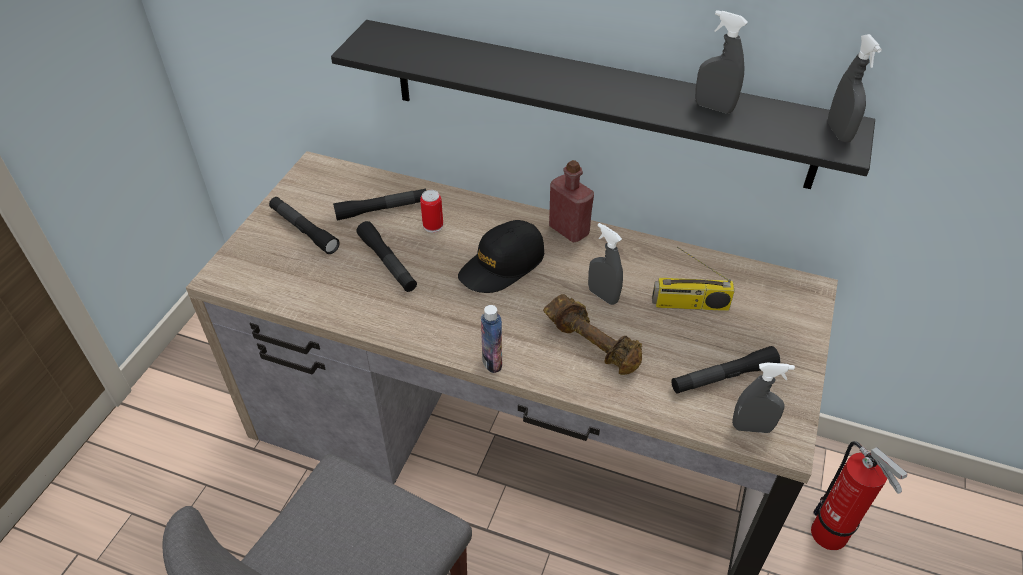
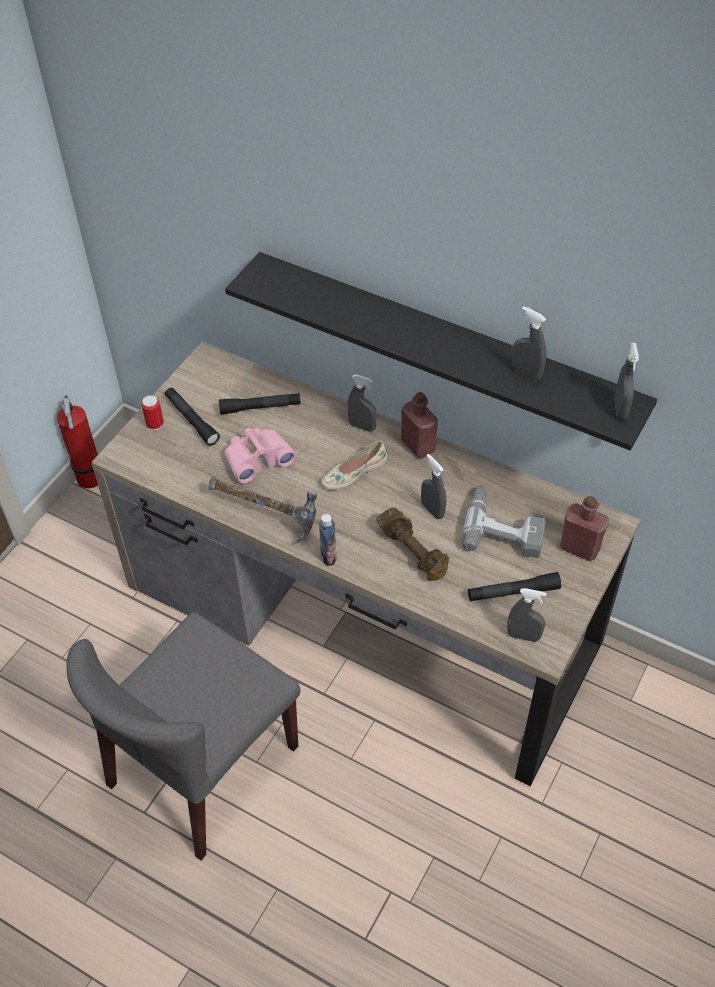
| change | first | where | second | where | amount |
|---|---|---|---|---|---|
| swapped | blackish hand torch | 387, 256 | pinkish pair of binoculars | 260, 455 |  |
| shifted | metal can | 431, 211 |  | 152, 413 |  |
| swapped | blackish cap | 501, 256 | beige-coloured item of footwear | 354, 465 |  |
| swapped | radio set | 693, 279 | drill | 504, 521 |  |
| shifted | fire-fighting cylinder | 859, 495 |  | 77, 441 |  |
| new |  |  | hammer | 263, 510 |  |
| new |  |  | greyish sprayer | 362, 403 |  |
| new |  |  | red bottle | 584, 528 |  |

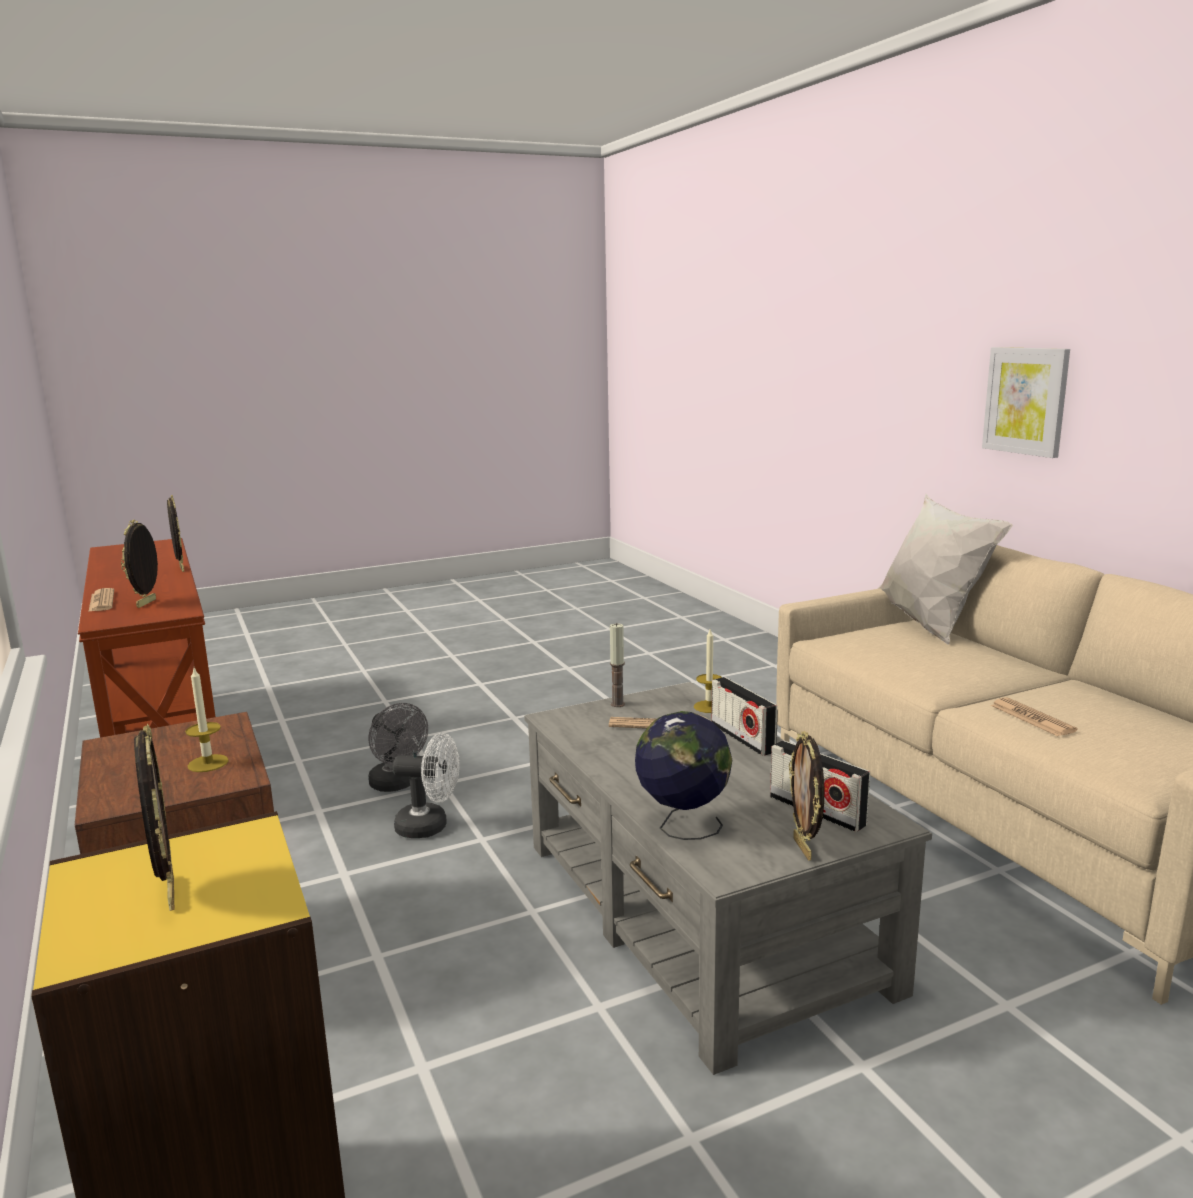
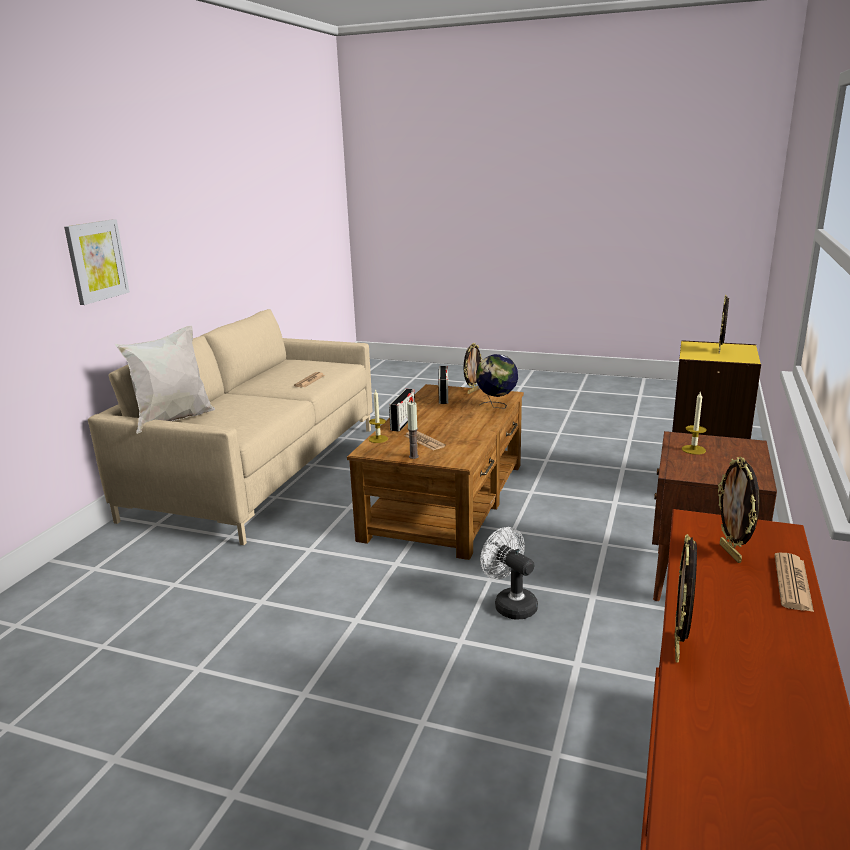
| change | first | where | second | where | amount |
|---|---|---|---|---|---|
| rotated | picture frame | 139, 564 |  | 739, 509 | 120 degrees clockwise |
| gone | greyish fan | 398, 747 |  |  |  |
| repainted | greyish coffee table | 728, 878 | brown-coloured coffee table | 435, 472 |  |

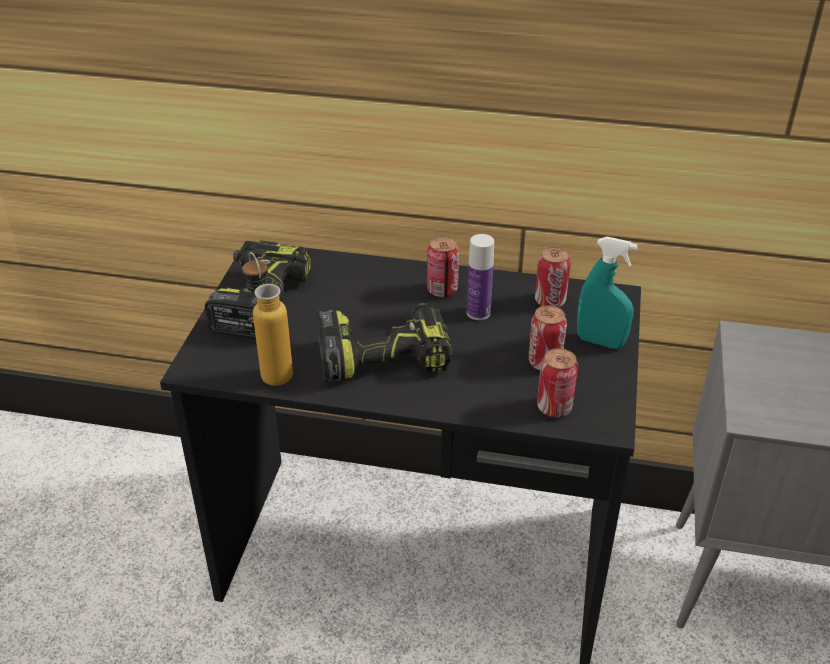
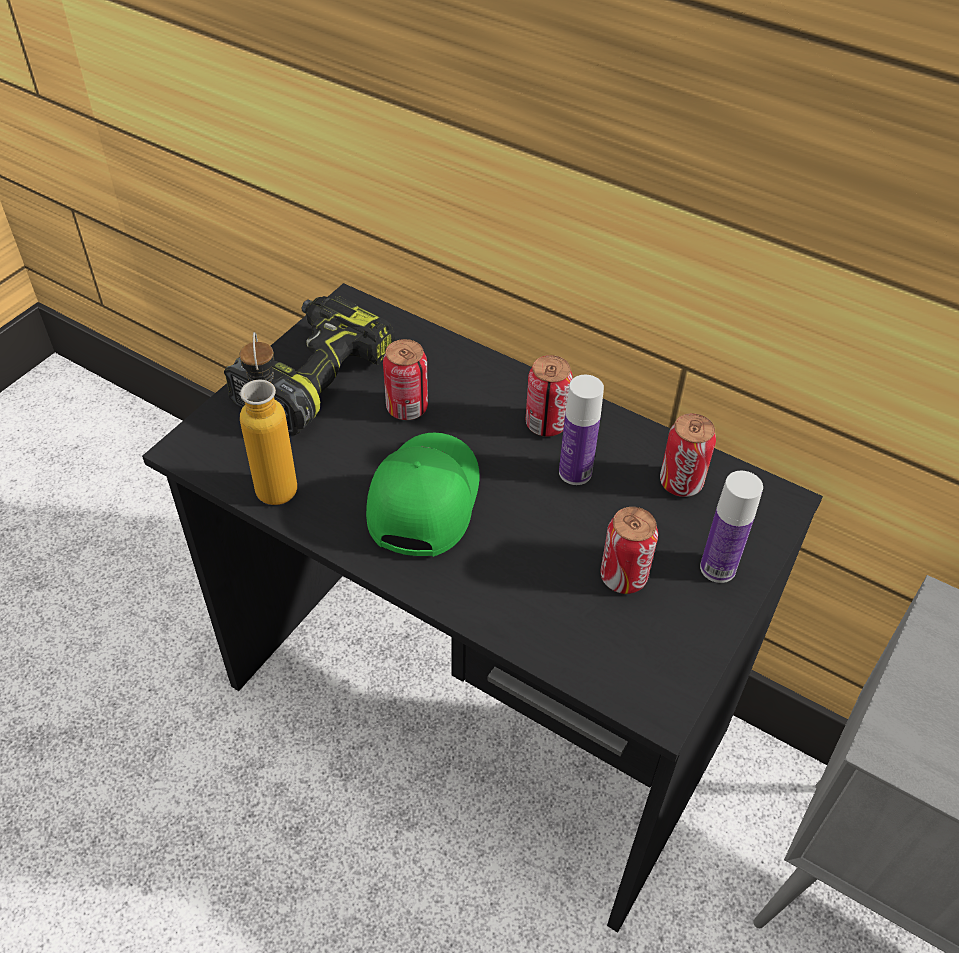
| change | first | where | second | where | amount |
|---|---|---|---|---|---|
| swapped | drill | 384, 342 | green-coloured cap | 423, 495 |  |
| shifted | metal can | 557, 382 |  | 405, 379 |  |
| swapped | turquoise sprayer | 607, 293 | bottle | 731, 527 |  |

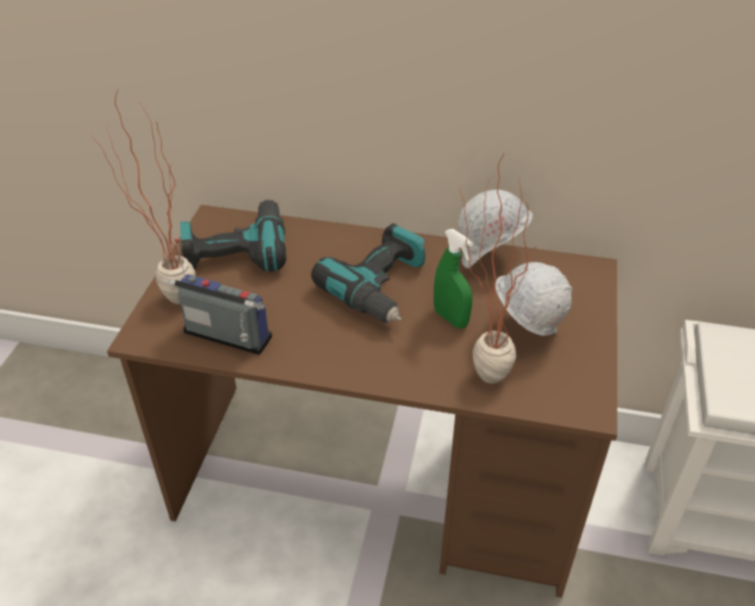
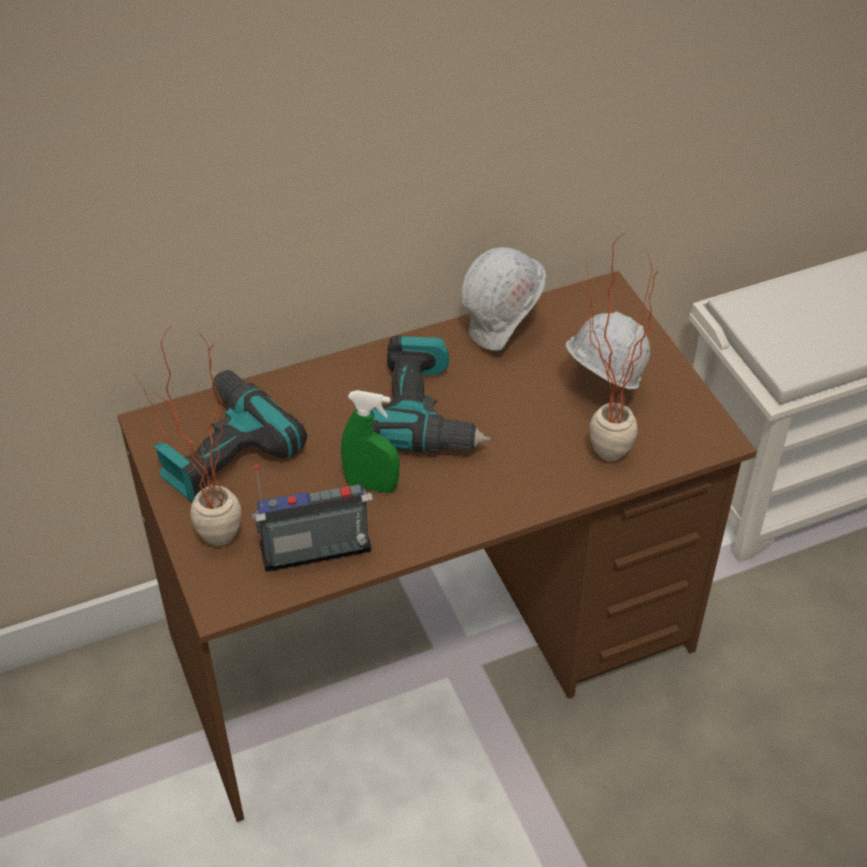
| change | first | where | second | where | amount |
|---|---|---|---|---|---|
| shifted | green-coloured sprayer | 453, 278 |  | 370, 441 |  |

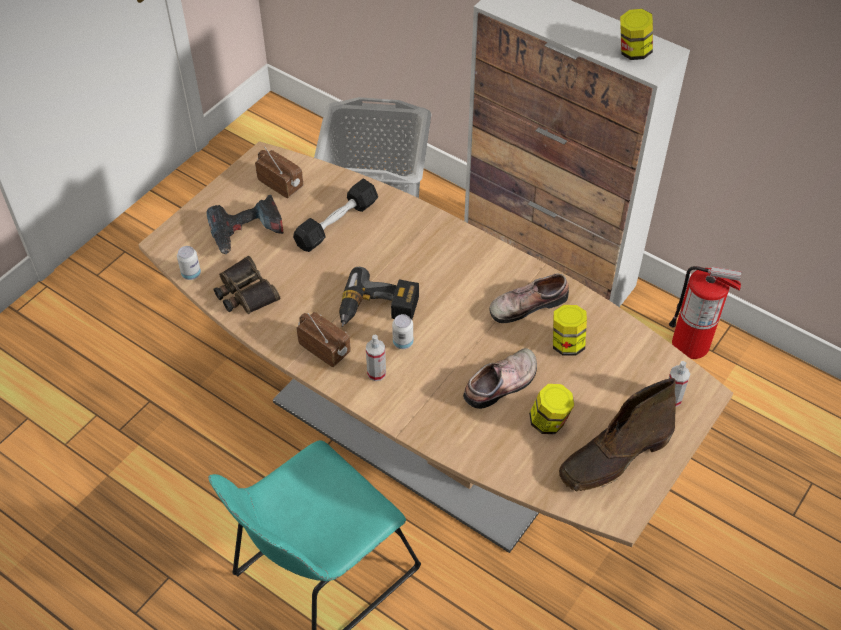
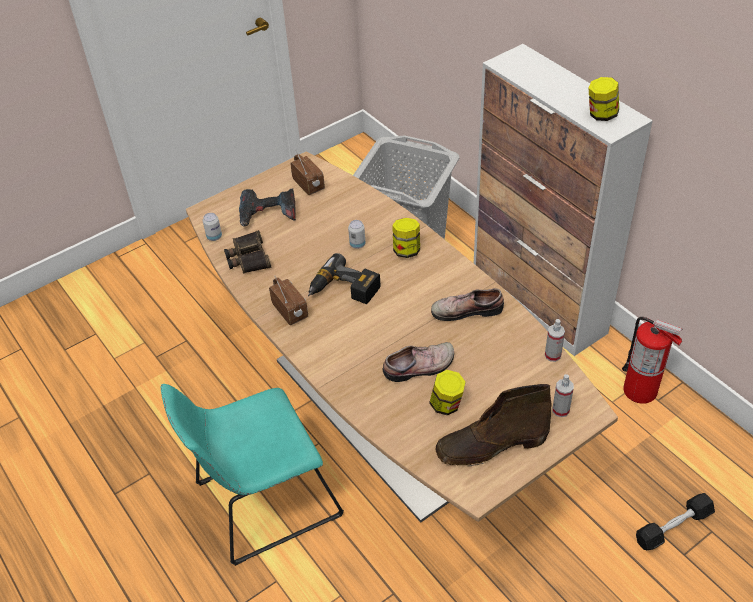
| change | first | where | second | where | amount |
|---|---|---|---|---|---|
| shifted | blackish free weight | 335, 215 |  | 675, 521 |  |
| shifted | sprayer | 376, 358 |  | 555, 340 |  |
| shifted | metal can | 402, 331 |  | 356, 234 |  |
| shifted | preserve jar | 570, 330 |  | 406, 238 |  |

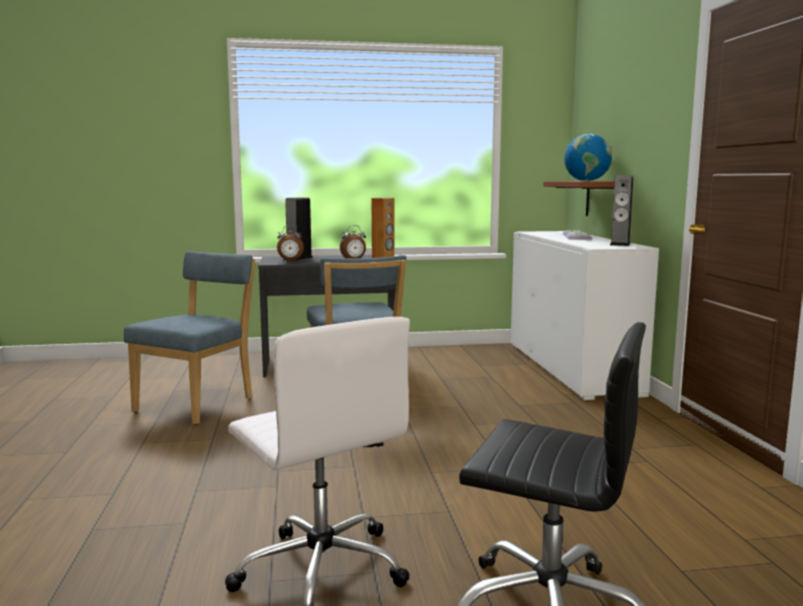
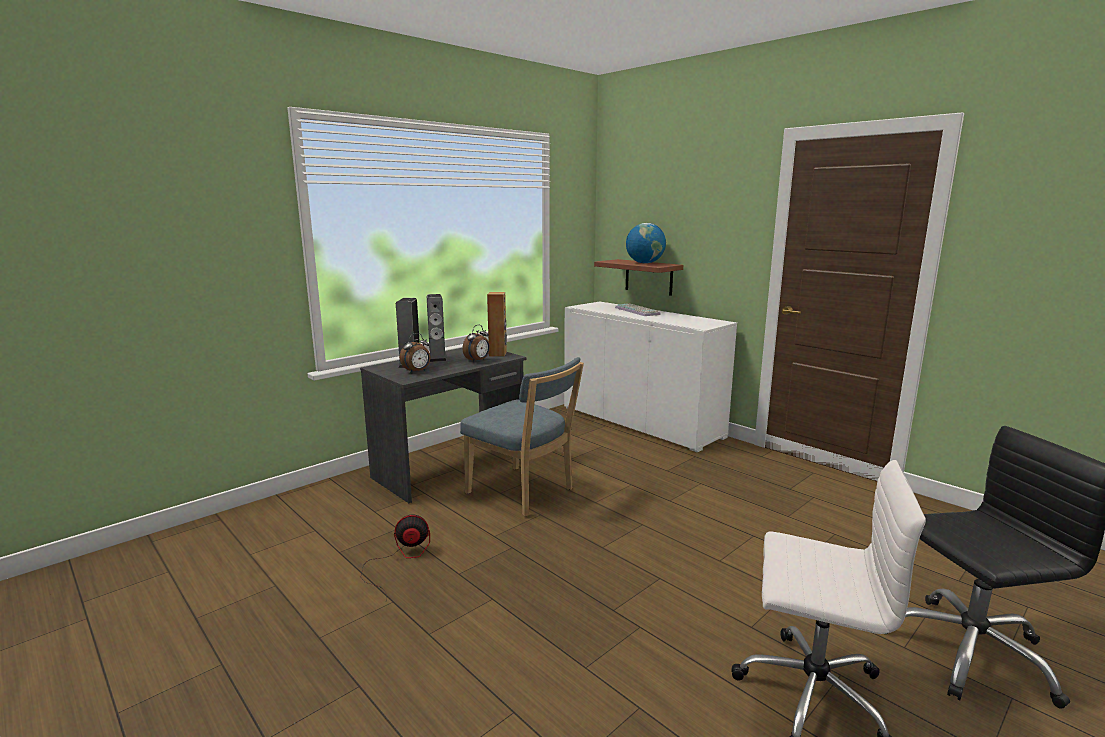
| change | first | where | second | where | amount |
|---|---|---|---|---|---|
| swapped | blue-coloured chair | 189, 338 | fan | 395, 557 |  |
| shifted | loudspeaker | 621, 210 |  | 437, 328 |  |

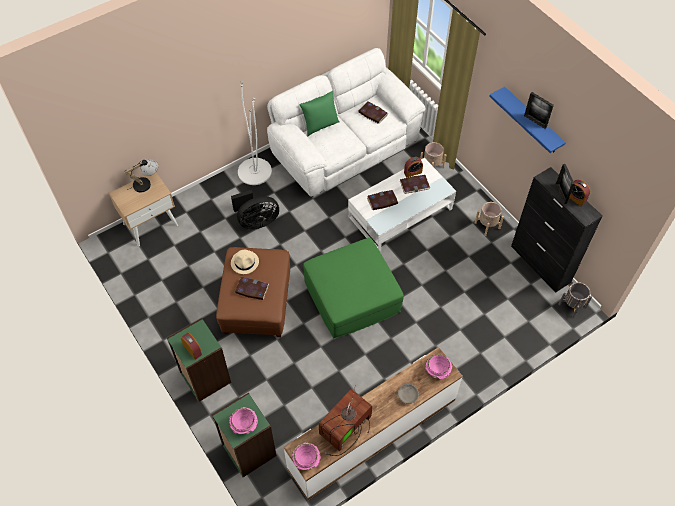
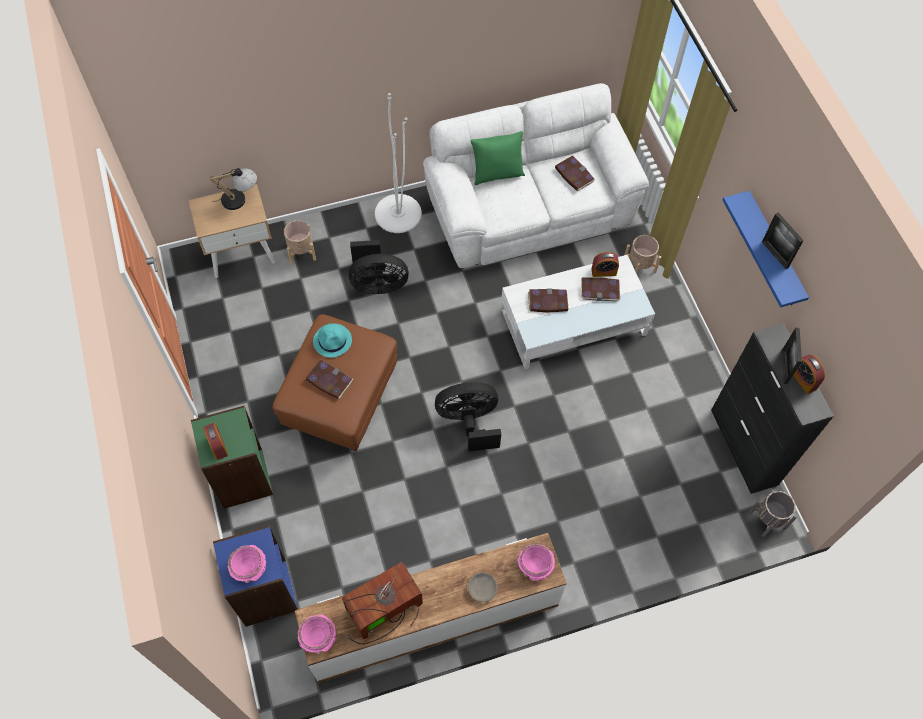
| change | first | where | second | where | amount |
|---|---|---|---|---|---|
| repainted | green-coloured shelving unit | 244, 435 | blue-coloured shelving unit | 255, 576 |  |
| repainted | beige-coloured wearable hat | 245, 262 | turquoise wearable hat | 332, 340 |  |
| swapped | green-coloured pouffe | 353, 288 | blackish fan | 468, 416 |  |
| shifted | beige-coloured plant pot | 489, 219 |  | 300, 242 |  |

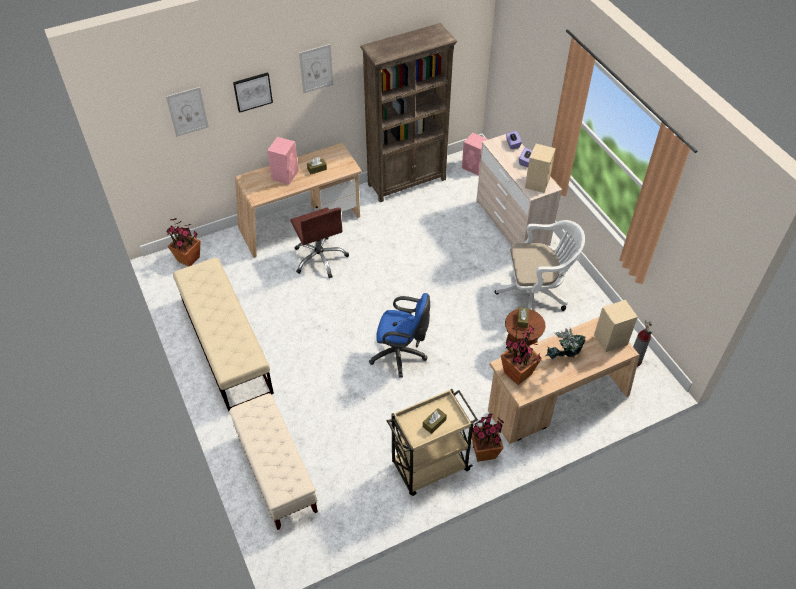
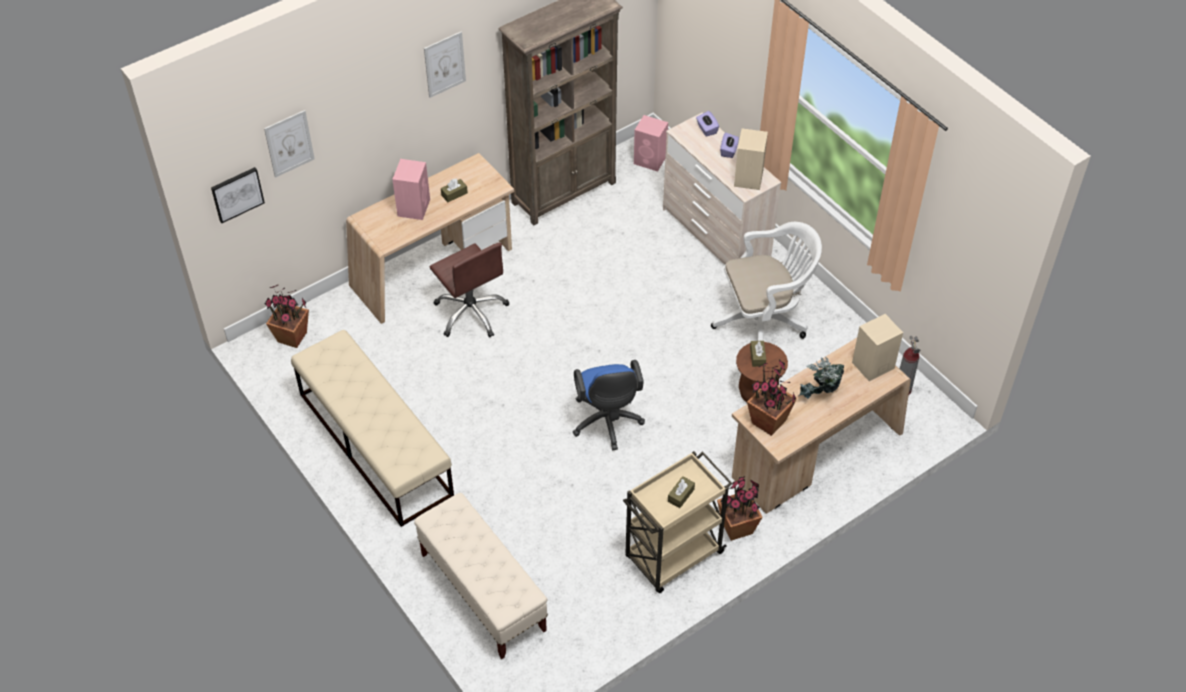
| change | first | where | second | where | amount |
|---|---|---|---|---|---|
| shifted | wall art | 253, 92 |  | 238, 195 |  |
| rotated | blue-coloured computer chair | 399, 335 |  | 609, 405 | 75 degrees clockwise |

